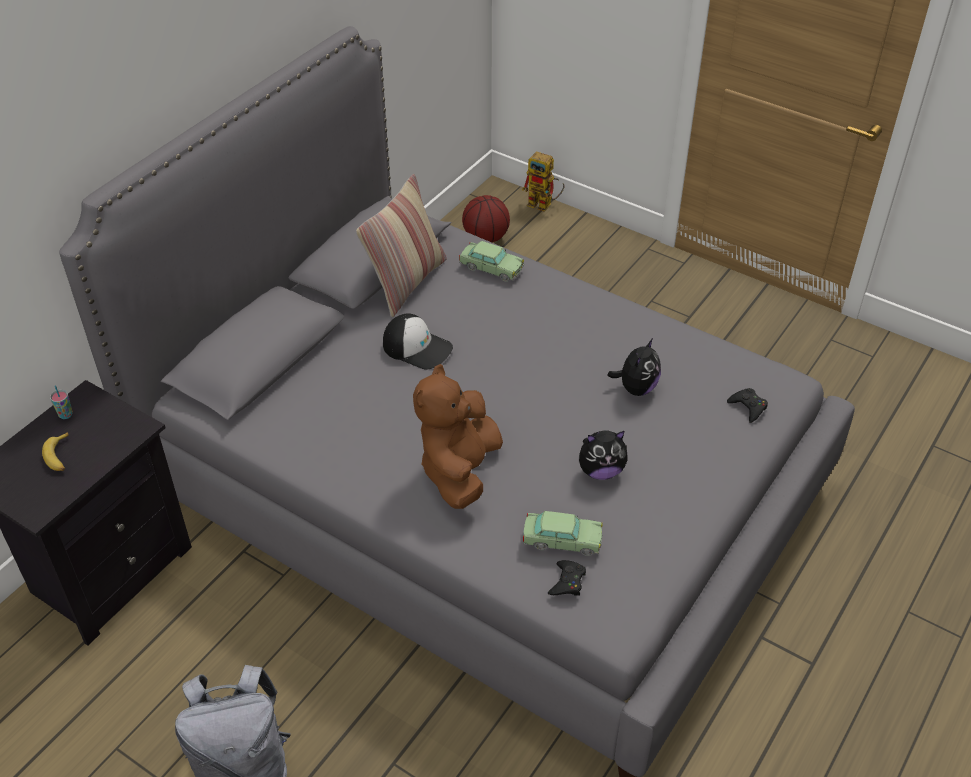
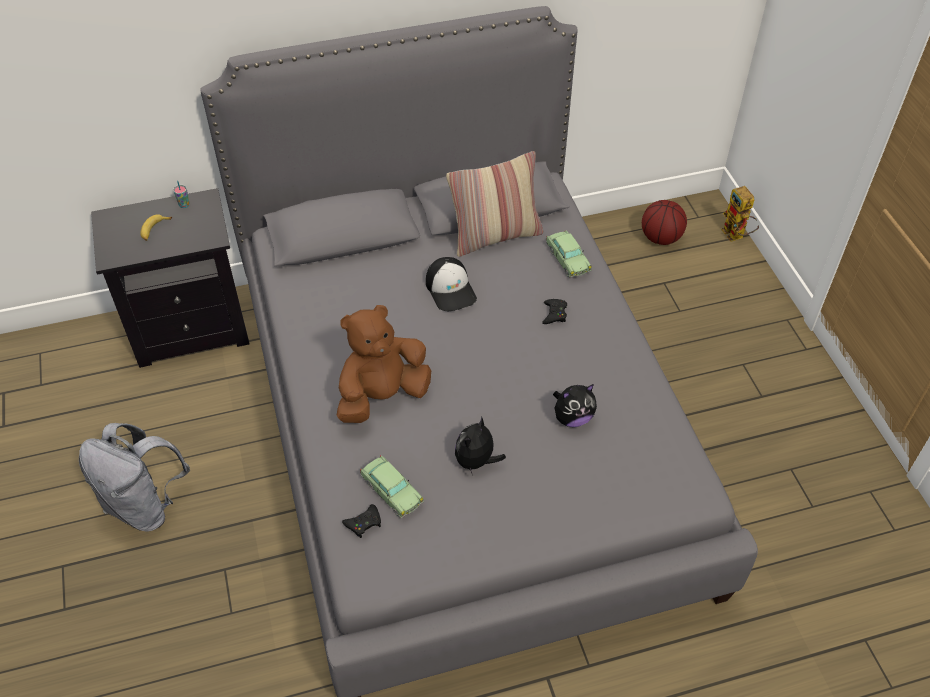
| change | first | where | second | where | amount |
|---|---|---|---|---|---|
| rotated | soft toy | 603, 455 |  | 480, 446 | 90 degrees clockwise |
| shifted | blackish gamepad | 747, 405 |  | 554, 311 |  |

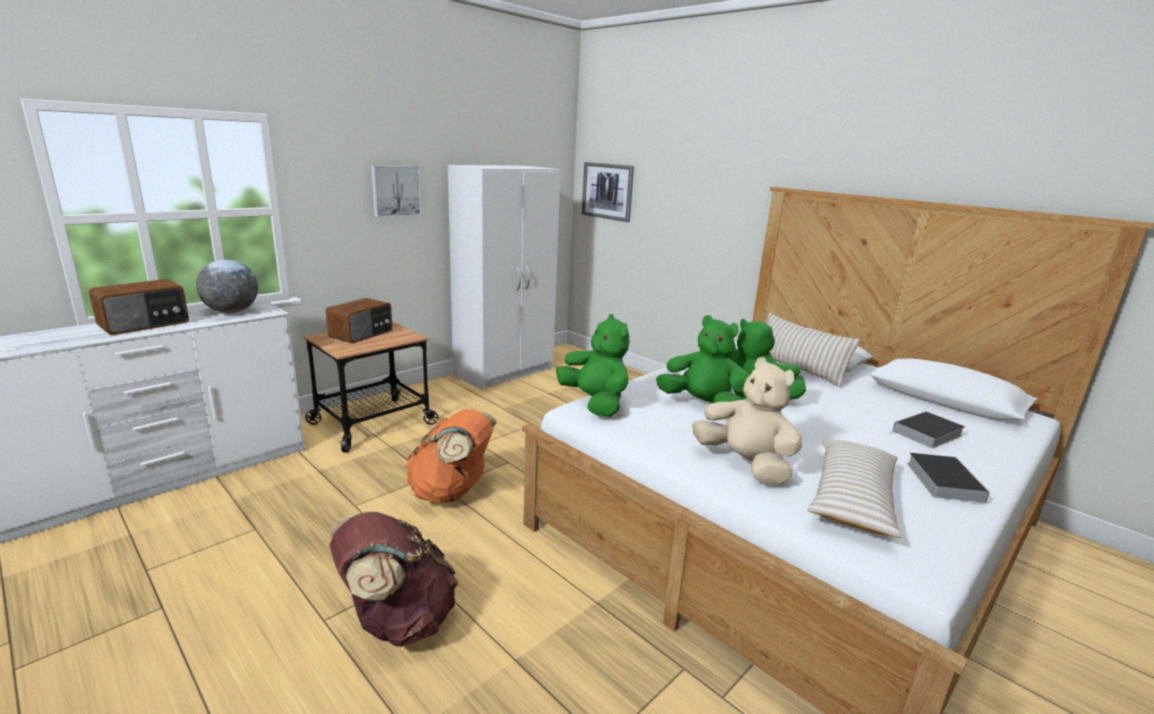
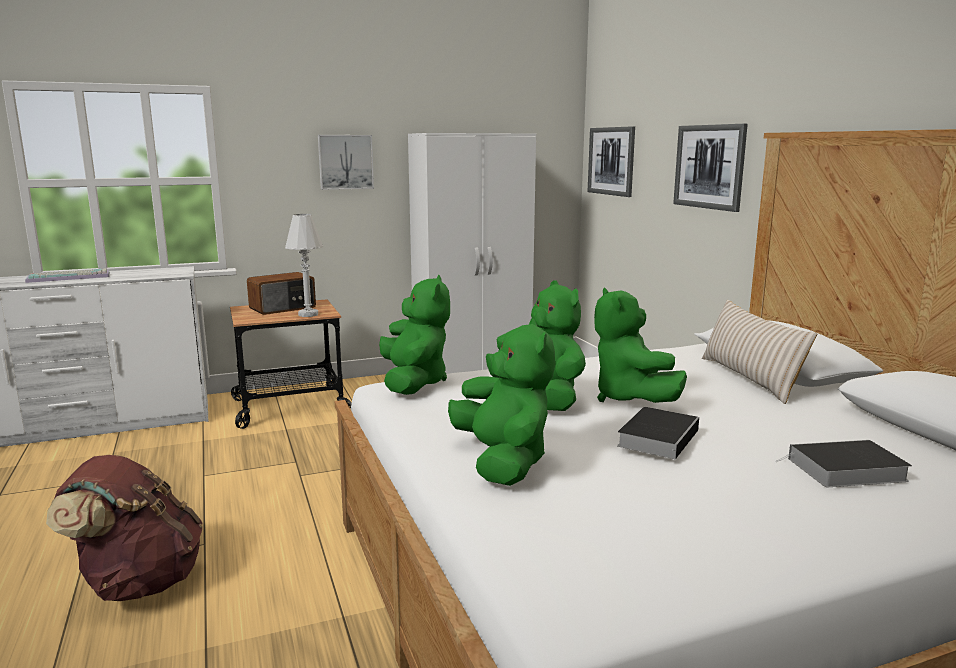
| change | first | where | second | where | amount |
|---|---|---|---|---|---|
| swapped | radio set | 139, 307 | computer keyboard | 67, 276 |  |
| gone | globe | 227, 286 |  |  |  |
| gone | orange rucksack | 451, 456 |  |  |  |
| repainted | beige-coloured soft toy | 747, 420 | green-coloured soft toy | 501, 402 |  |
| gone | beige-coloured cushion | 854, 488 |  |  |  |
| shifted | book | 948, 478 |  | 658, 433 |  |
| new |  |  | whitish table lamp | 304, 265 |  |
| new |  |  | wall art | 710, 168 |  |

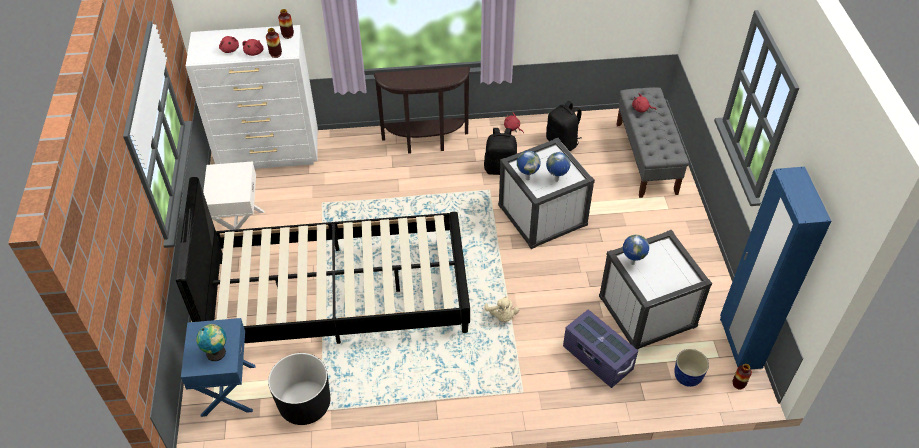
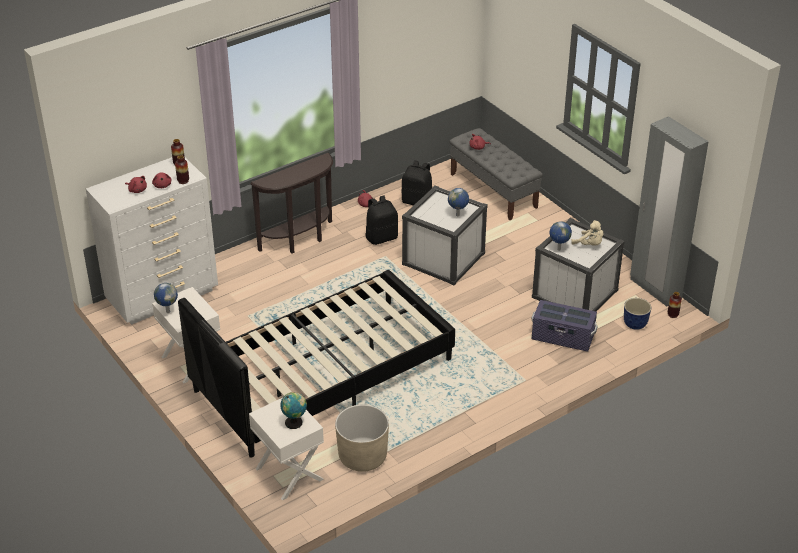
| change | first | where | second | where | amount |
|---|---|---|---|---|---|
| repainted | blue-coloured nightstand | 218, 367 | whitish nightstand | 286, 449 |  |
| repainted | blackish plant pot | 299, 389 | beige-coloured plant pot | 362, 438 |  |
| shifted | beige-coloured soft toy | 502, 309 |  | 587, 232 |  |
| shifted | globe | 529, 165 |  | 166, 298 |  |
| repainted | blue-coloured clothes cupboard | 775, 268 | greyish clothes cupboard | 669, 211 |  |

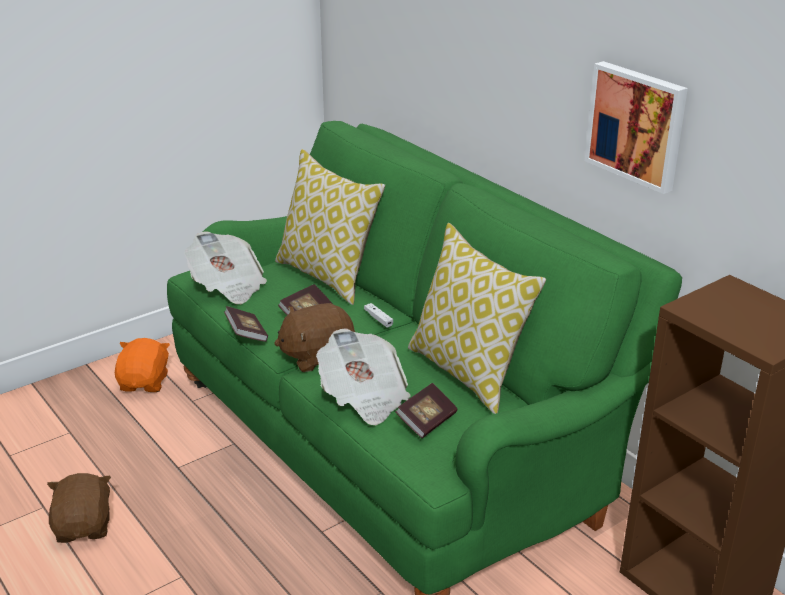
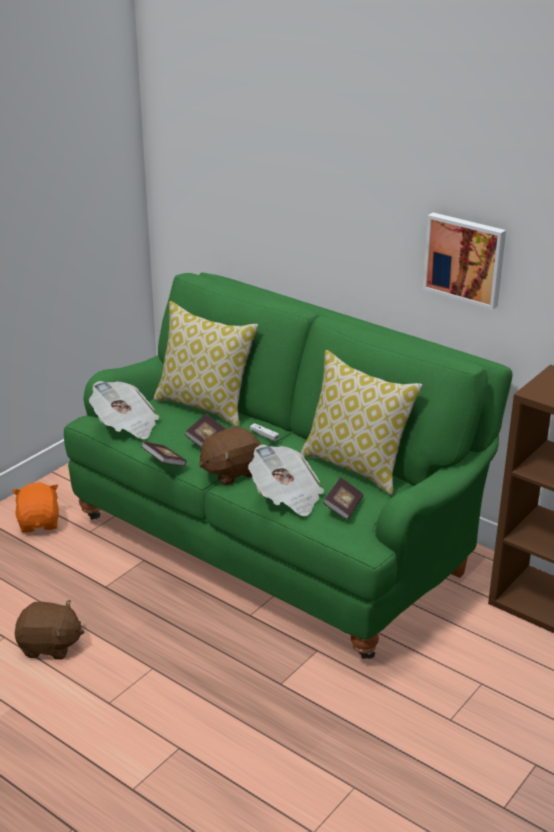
| change | first | where | second | where | amount |
|---|---|---|---|---|---|
| rotated | brown-coloured soft toy | 79, 508 |  | 49, 630 | 120 degrees clockwise |

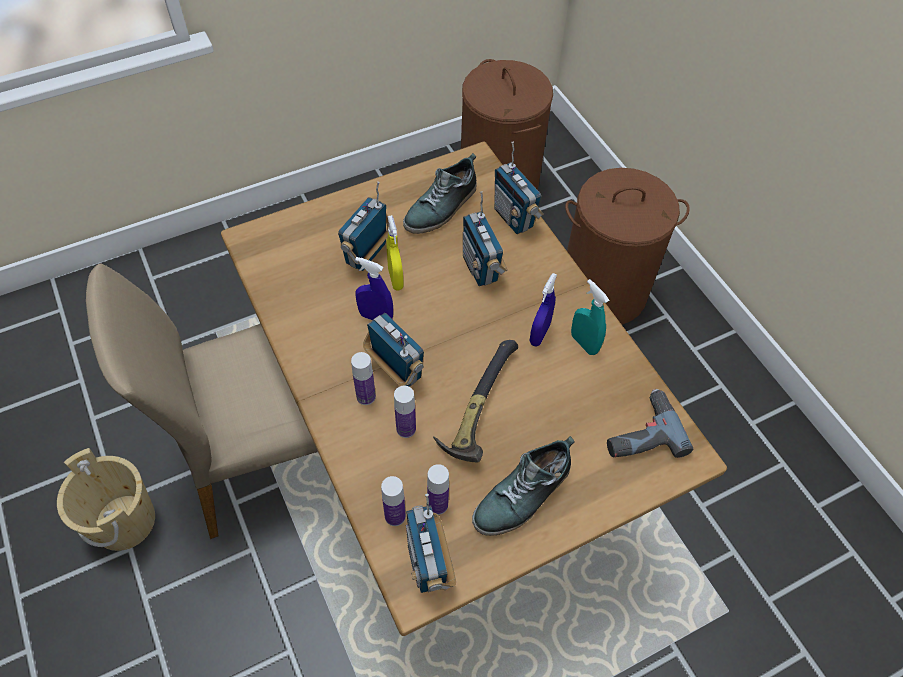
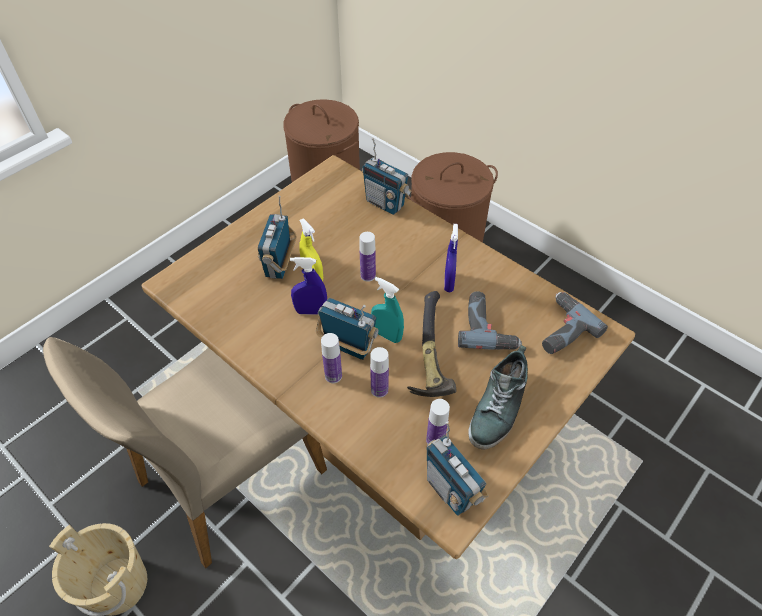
| change | first | where | second | where | amount |
|---|---|---|---|---|---|
| shifted | bottle | 393, 501 |  | 367, 257 |  |
| gone | item of footwear | 440, 193 |  |  |  |
| gone | radio set | 485, 238 |  |  |  |
| shifted | turquoise sprayer | 590, 317 |  | 387, 310 |  |
| new |  |  | drill | 490, 320 |  |

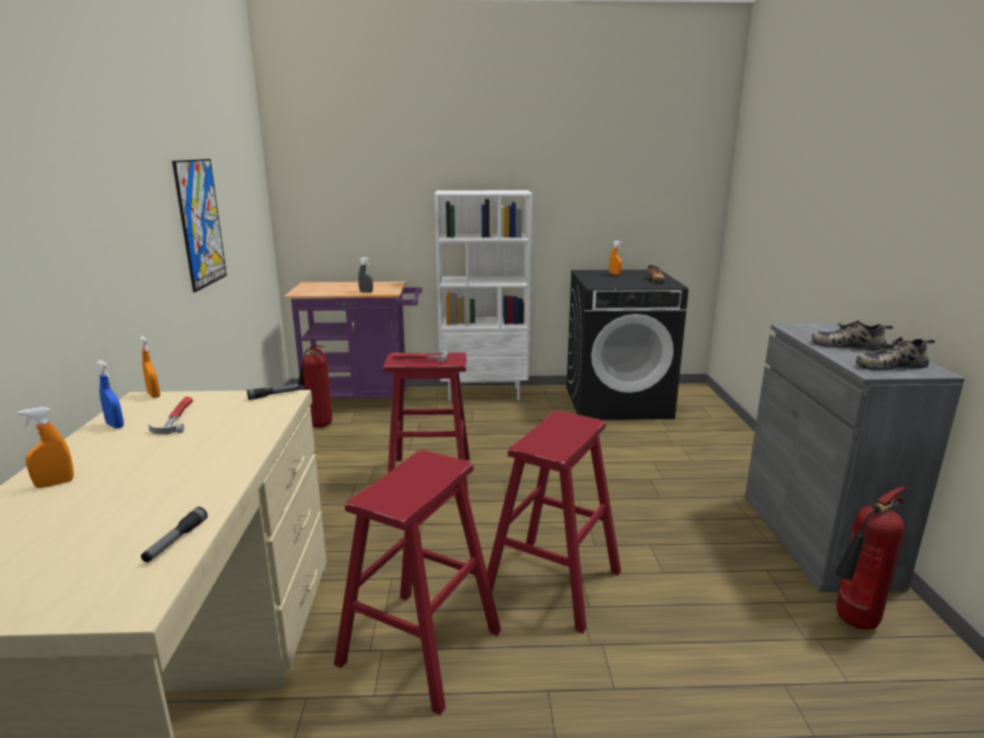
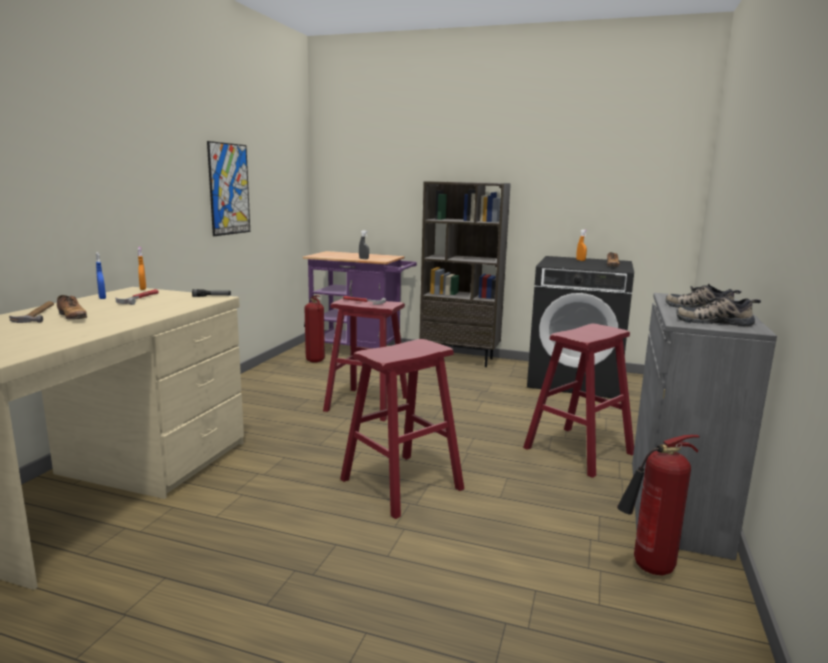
| change | first | where | second | where | amount |
|---|---|---|---|---|---|
| swapped | orange sprayer | 46, 447 | hammer | 31, 312 |  |
| gone | hand torch | 174, 534 |  |  |  |
| shifted | red stool seat | 417, 582 |  | 578, 401 |  |
| repainted | whitish shelving unit | 483, 295 | brown-coloured shelving unit | 465, 274 |  |
| new |  |  | item of footwear | 72, 307 |  |

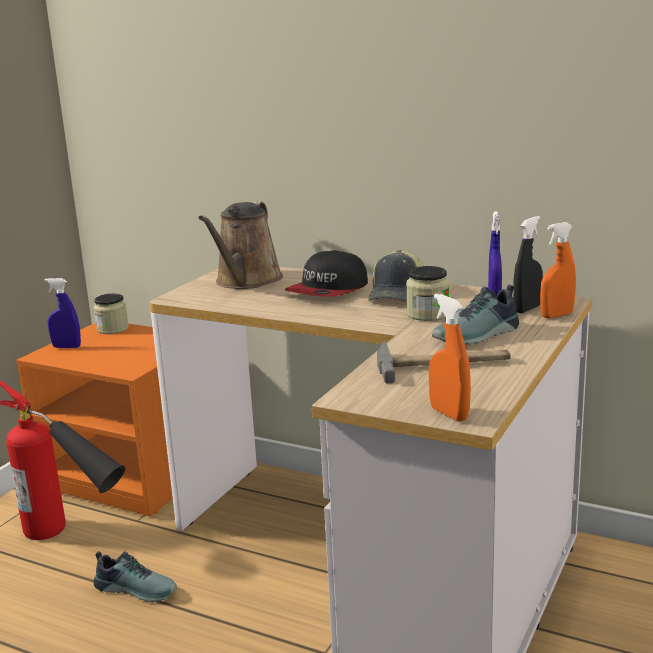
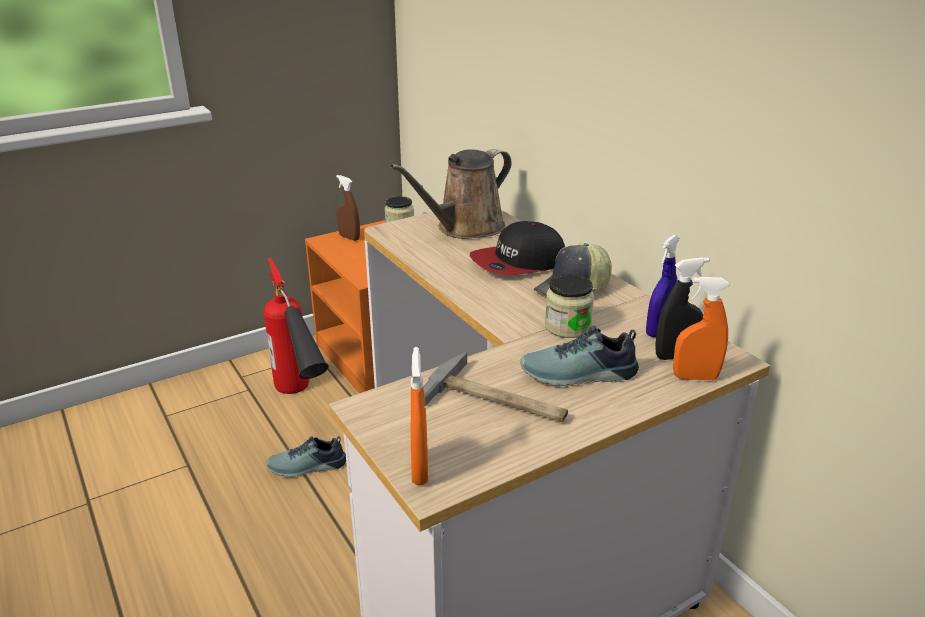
| change | first | where | second | where | amount |
|---|---|---|---|---|---|
| repainted | blue-coloured sprayer | 62, 313 | brown-coloured sprayer | 348, 208 |  |
| rotated | item of footwear | 135, 576 |  | 306, 456 | 120 degrees clockwise |

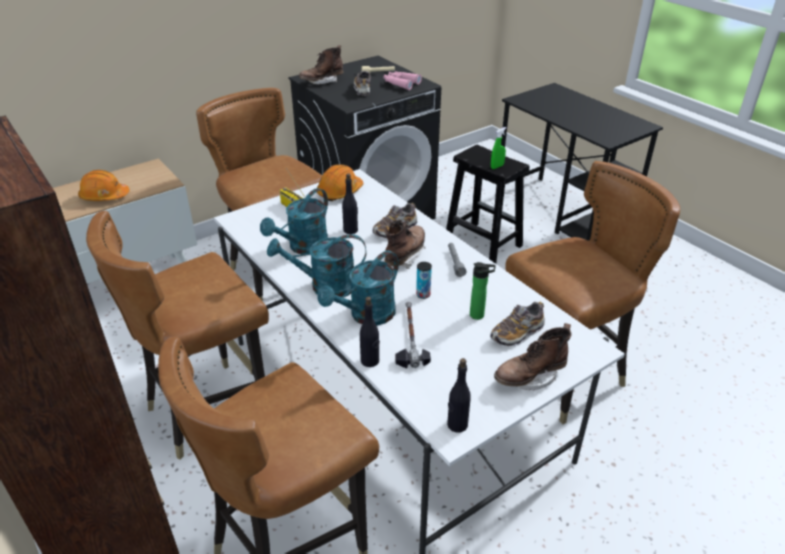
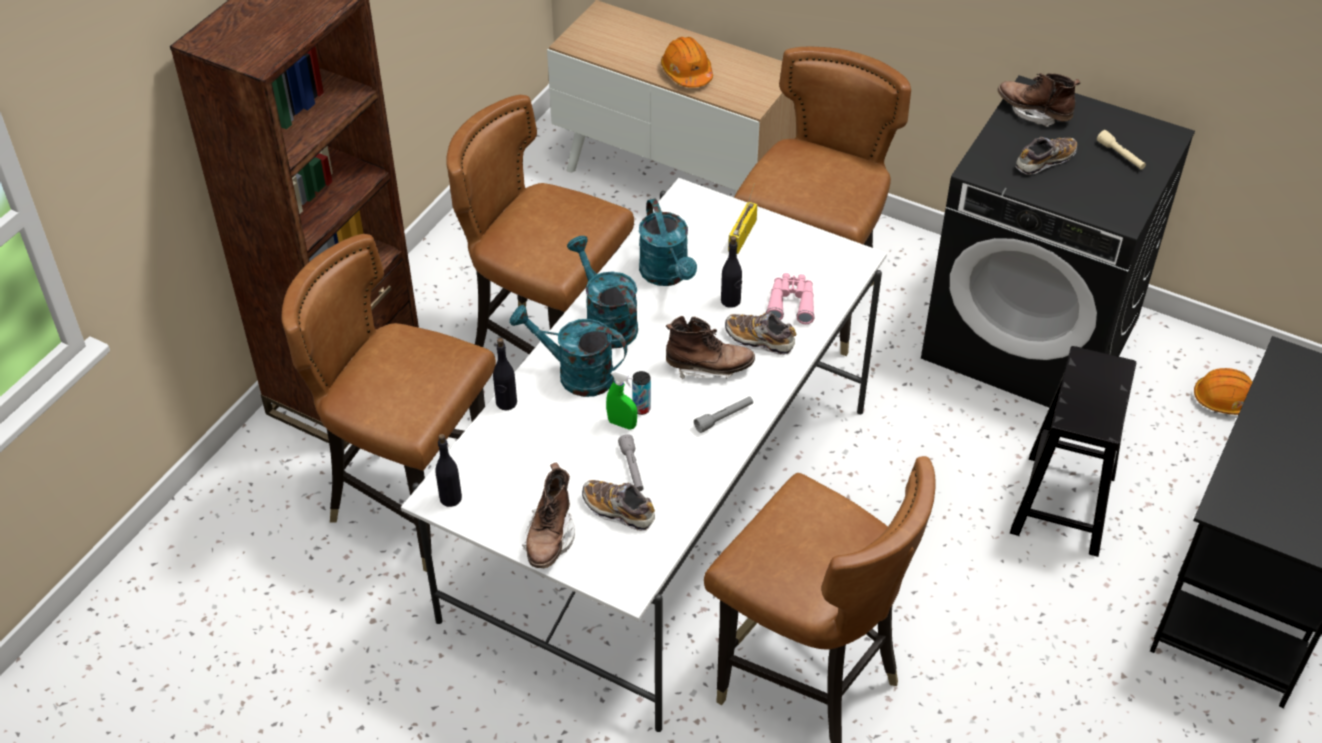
| change | first | where | second | where | amount |
|---|---|---|---|---|---|
| rotated | turquoise watering pot | 294, 221 |  | 668, 242 | 120 degrees counterclockwise |
| shifted | orange hard hat | 340, 182 |  | 1223, 391 |  |
| shifted | pinkish pair of binoculars | 403, 80 |  | 790, 298 |  |
| gone | hammer | 413, 335 |  |  |  |
| swapped | bottle | 483, 291 | greyish hand torch | 631, 462 |  |
| shifted | green-coloured sprayer | 498, 148 |  | 621, 400 |  |
| rotated | brown-coloured tall boot | 533, 356 |  | 548, 515 | 120 degrees counterclockwise |

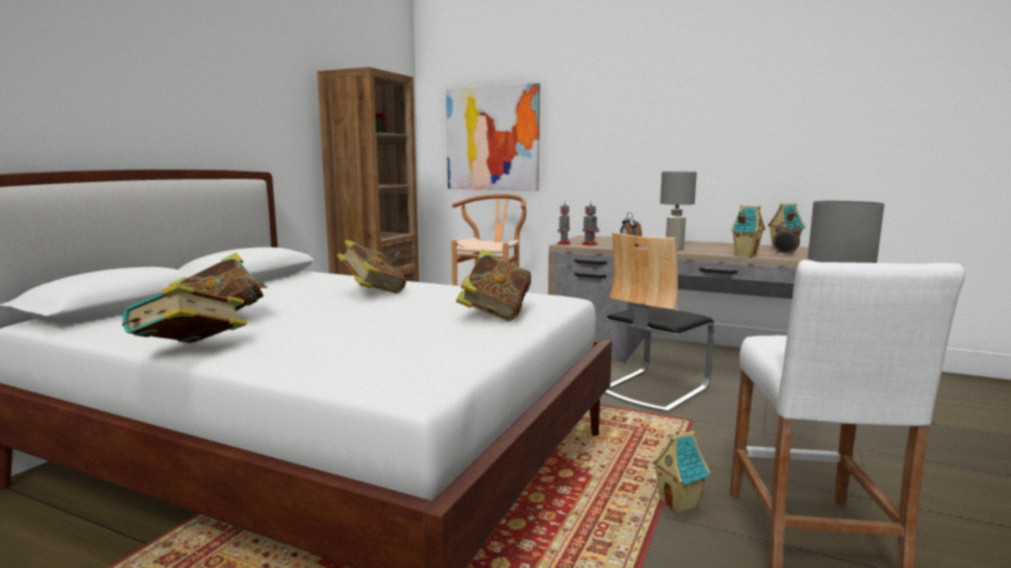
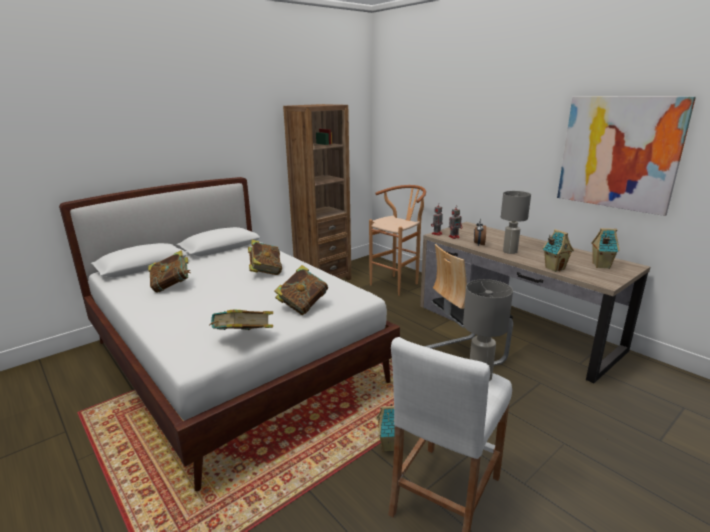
| change | first | where | second | where | amount |
|---|---|---|---|---|---|
| shifted | book | 184, 313 |  | 241, 319 |  |
| shifted | wall art | 493, 137 |  | 626, 156 |  |
| gone | table clock | 787, 238 |  |  |  |

